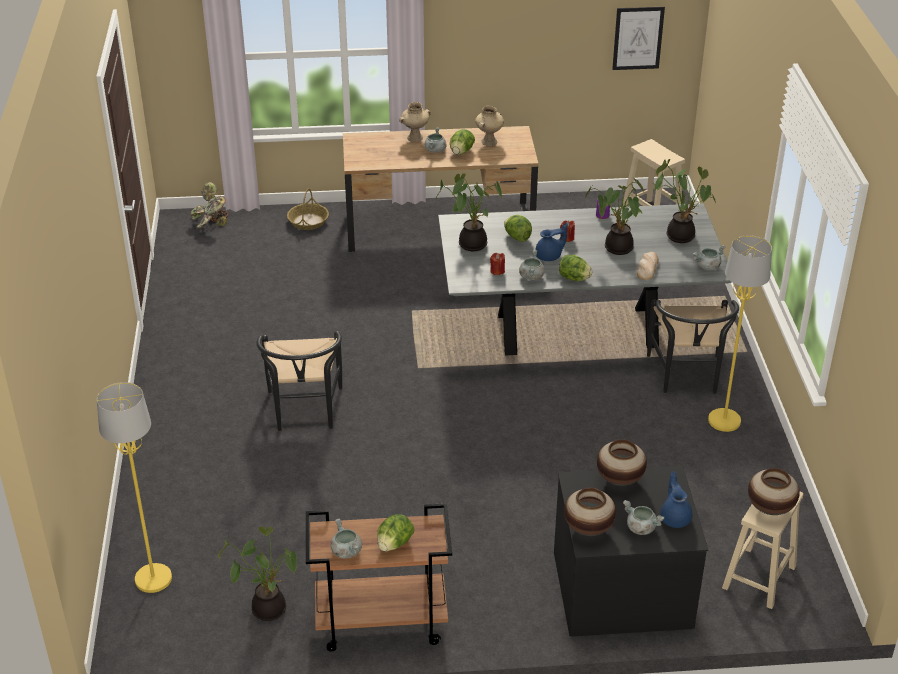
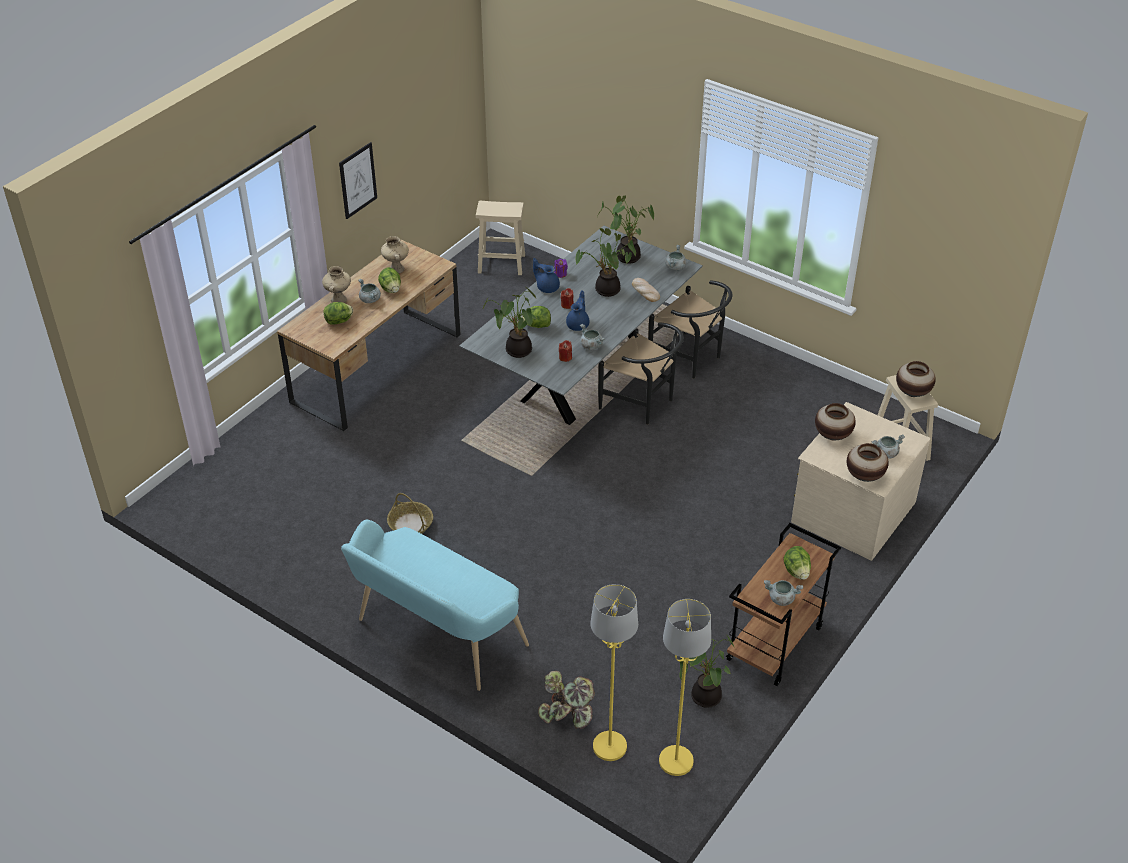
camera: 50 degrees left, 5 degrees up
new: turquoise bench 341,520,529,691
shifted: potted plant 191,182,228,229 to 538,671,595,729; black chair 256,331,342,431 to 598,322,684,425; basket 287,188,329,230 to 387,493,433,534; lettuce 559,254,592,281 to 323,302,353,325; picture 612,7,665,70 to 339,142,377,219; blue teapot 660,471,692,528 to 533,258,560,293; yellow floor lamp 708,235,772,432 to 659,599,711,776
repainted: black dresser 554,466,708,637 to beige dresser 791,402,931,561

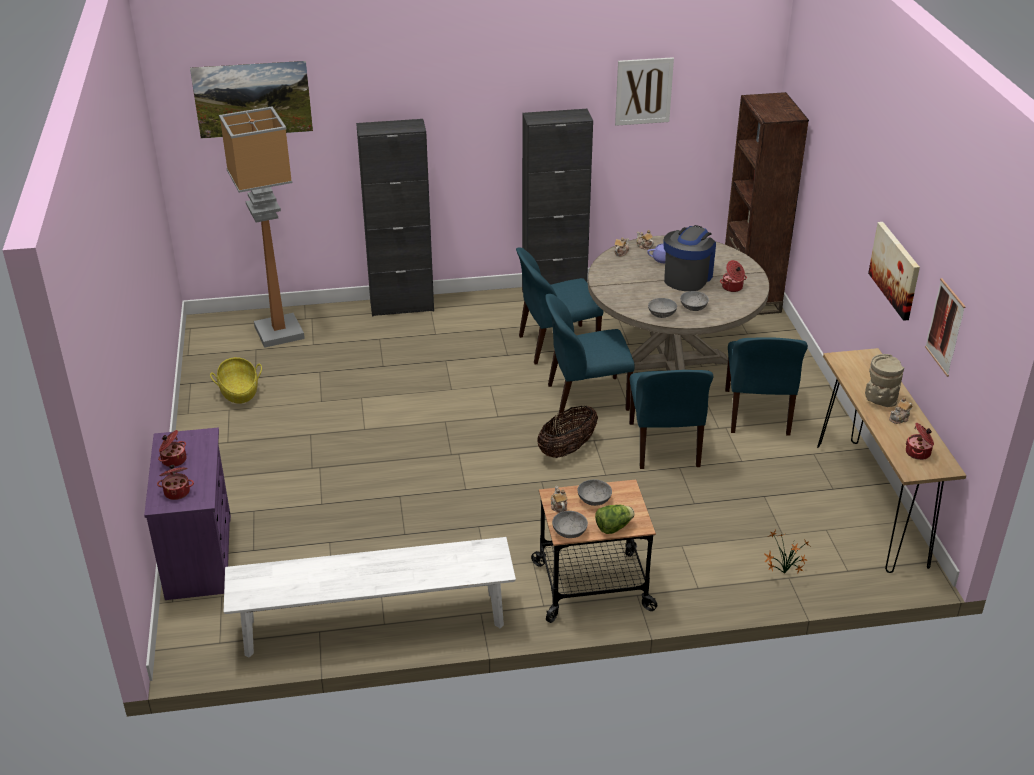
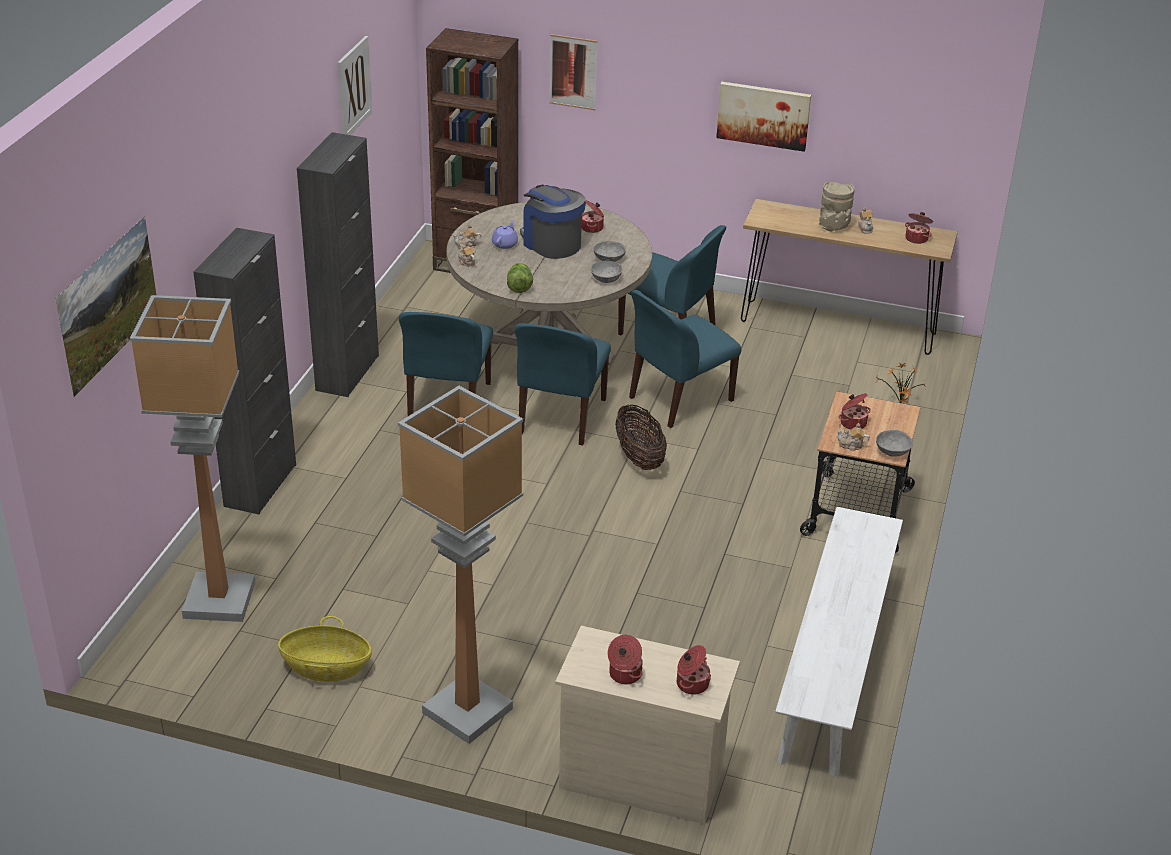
camera: 65 degrees left, 0 degrees up
new: floor lamp 398,386,523,744
shifted: lettuce 595,505,635,534 to 507,263,533,293; picture 925,278,966,377 to 550,34,597,110
swapped: grey bowl 577,479,612,506 to cooking pot 839,393,871,430
repainted: purple dresser 144,428,231,600 to beige dresser 555,626,740,824
rotated: blue chair 629,370,713,469 = 629,290,741,428 120 degrees clockwise

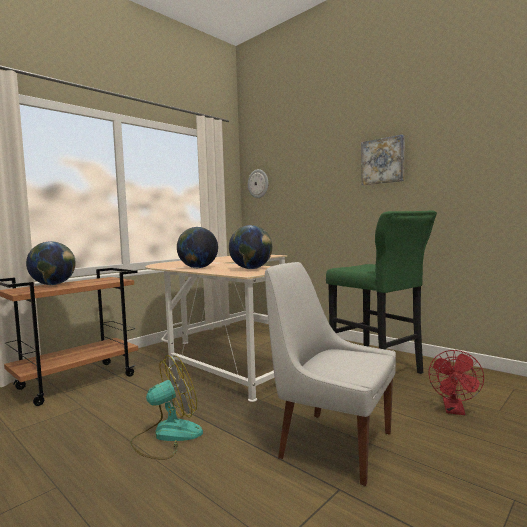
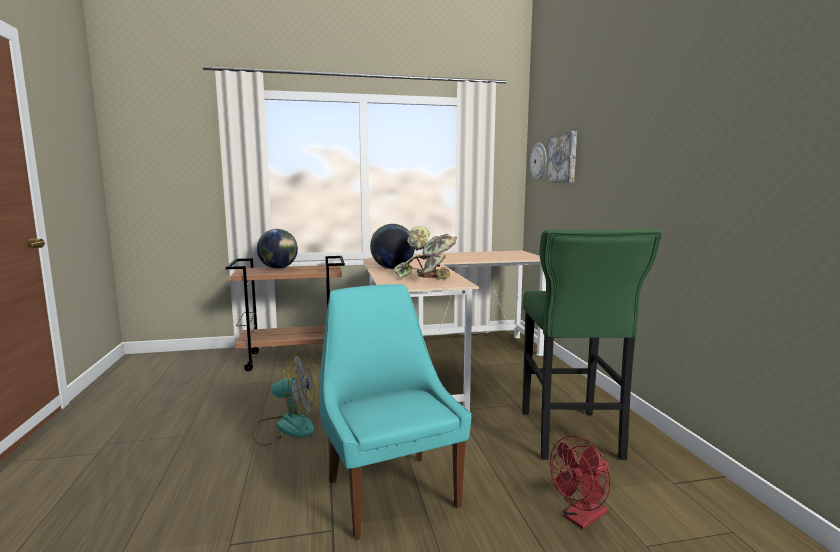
camera: 35 degrees right, 5 degrees up
shifted: picture 361,135,404,185 to 546,131,577,183
swapped: globe 229,225,272,269 to potted plant 394,226,457,279
repainted: white chair 265,262,396,486 to turquoise chair 319,284,471,539

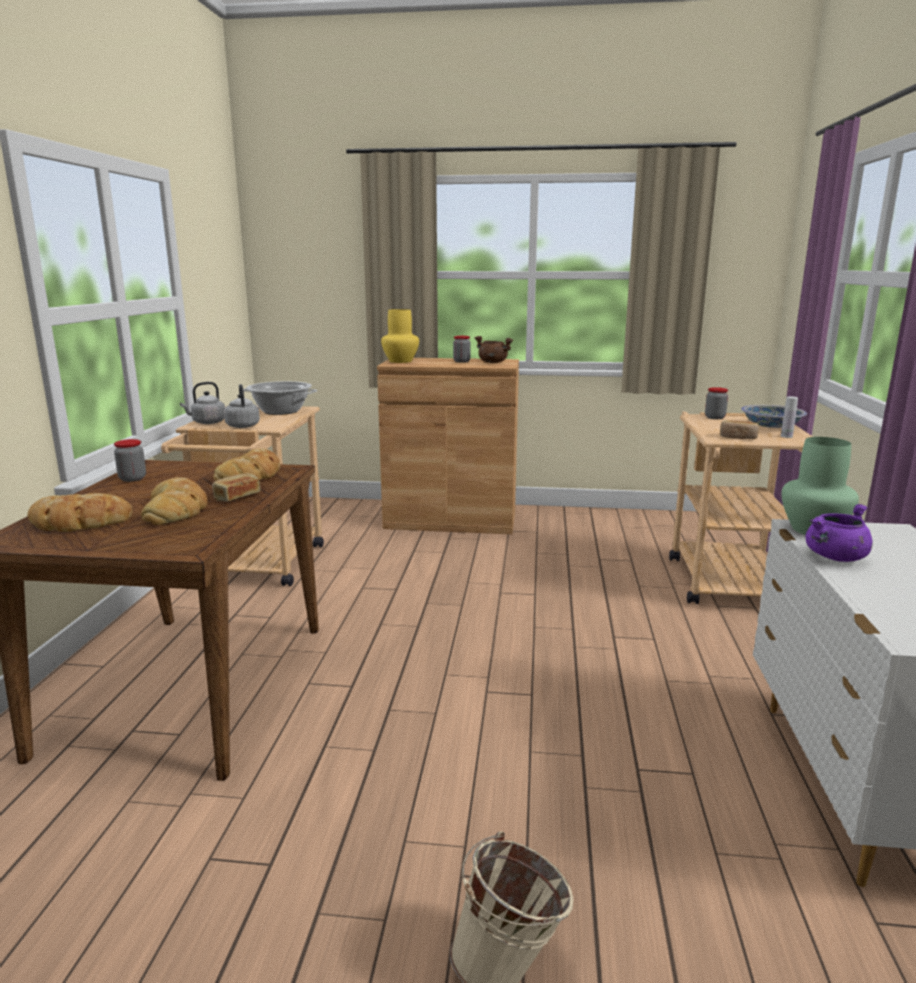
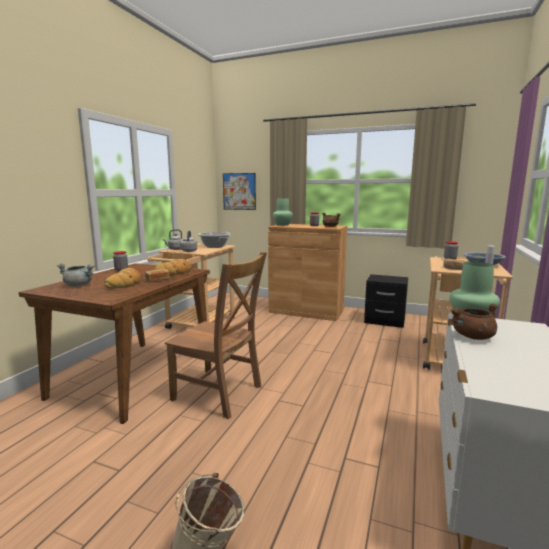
camera: 15 degrees right, 5 degrees down
new: brown chair 165,252,267,419; picture 223,173,256,210; black nightstand 364,274,408,328
swapped: bread 28,493,133,532 to grey cooking pot 57,263,95,287
repainted: yellow vase 381,309,419,363 to green vase 273,198,293,226; purple cooking pot 806,504,873,562 to brown cooking pot 451,303,499,340

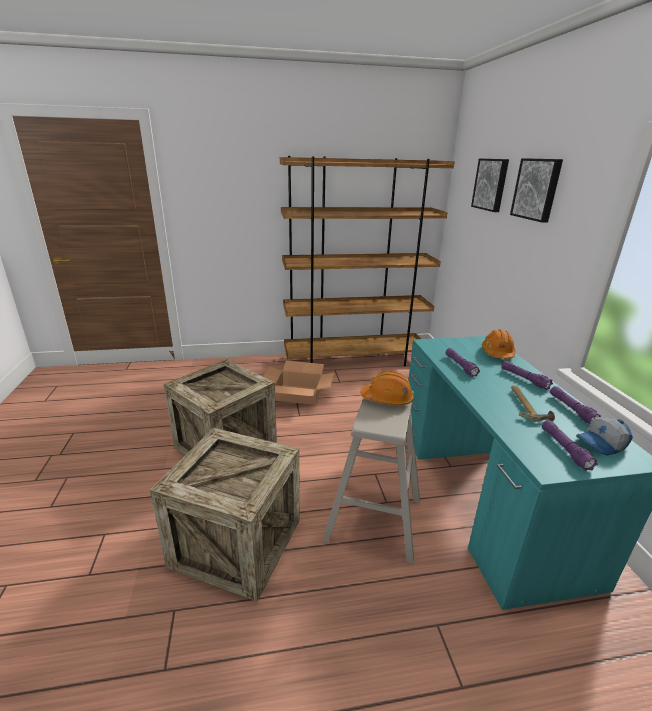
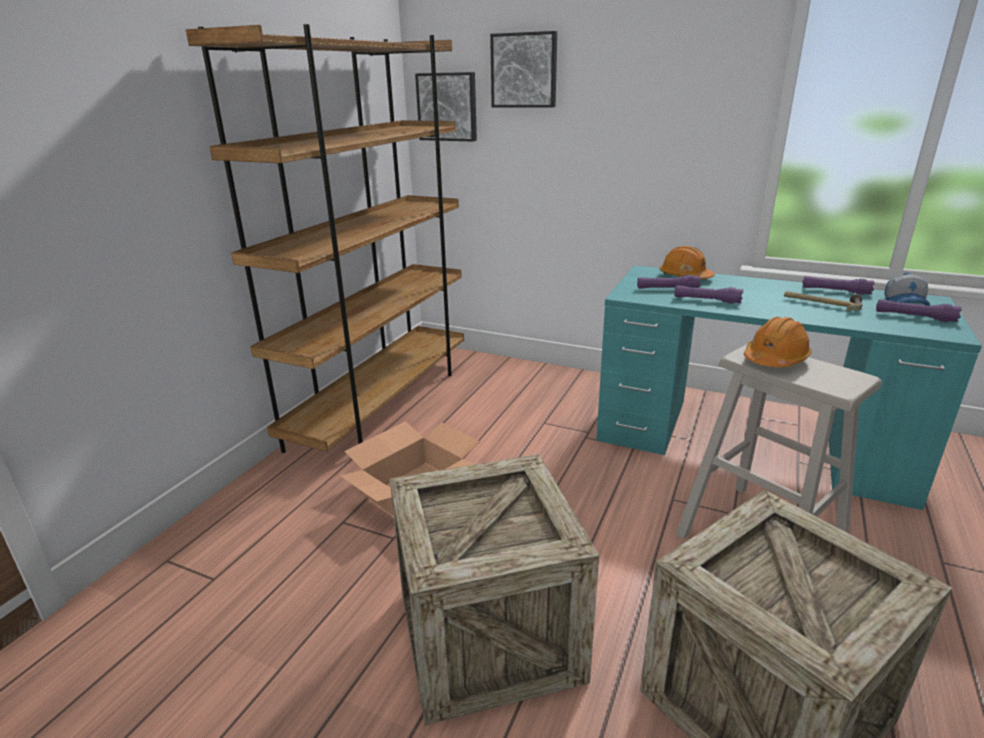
camera: 55 degrees left, 0 degrees up
shifted: purple flashlight 502,361,553,390 to 637,275,701,289; picture 510,158,563,223 to 415,72,477,142

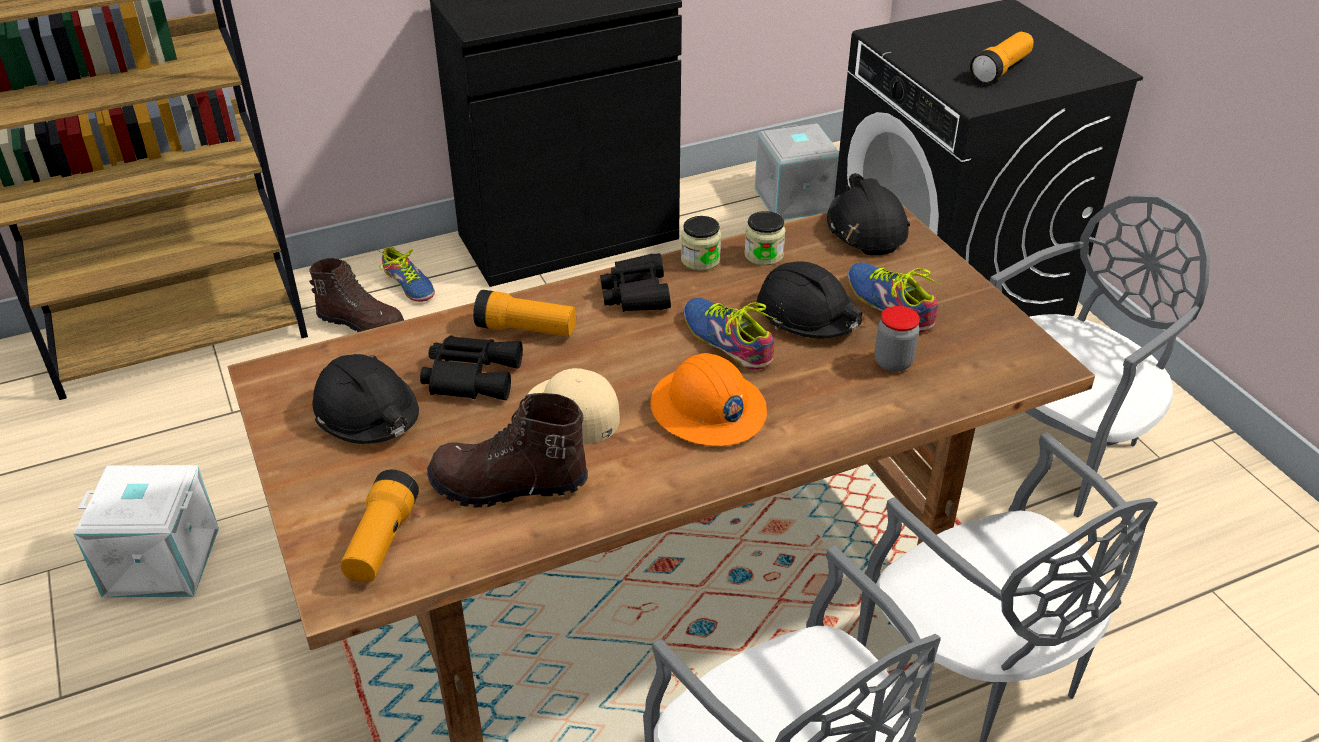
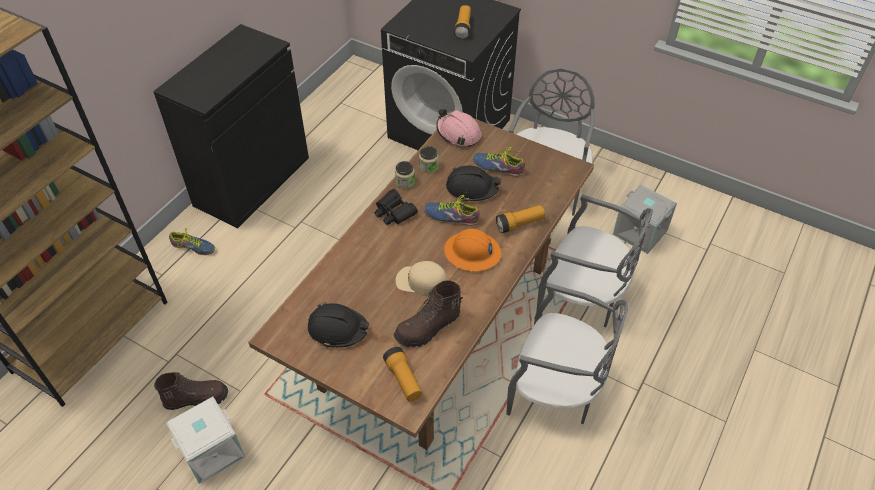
camera: 35 degrees left, 10 degrees up
gone: black binoculars 420,335,523,400; jar 874,306,920,372
shifted: brown boot 309,258,404,332 to 154,372,228,410; flashlight 473,290,576,337 to 496,205,545,233; grey storage box 755,124,839,220 to 613,185,677,254
repainted: black hard hat 827,173,910,255 to pink hard hat 436,109,481,147

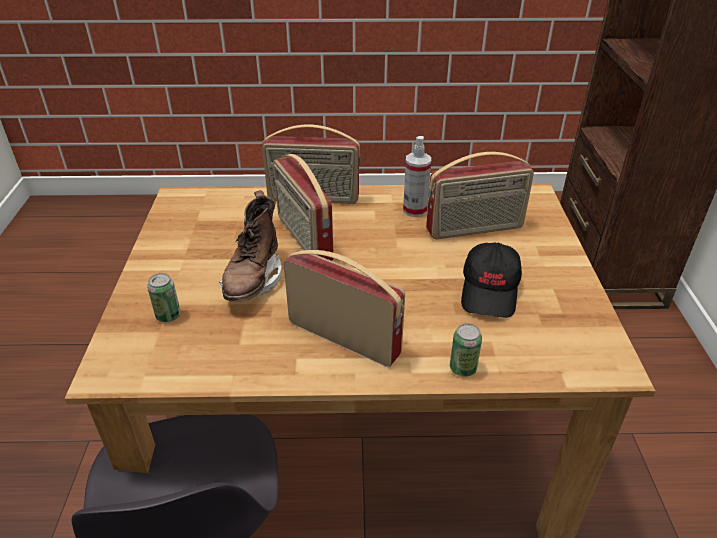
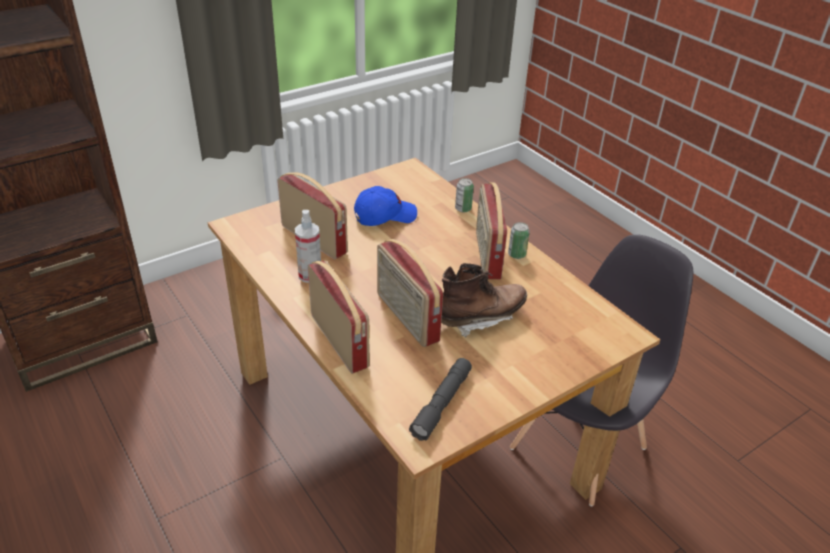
camera: 125 degrees left, 0 degrees up
new: grey flashlight 409,358,472,441
shifted: can 147,273,181,322 to 508,222,530,259
repainted: black cap 461,242,522,318 to blue cap 354,186,417,226
rotated: radio 273,154,334,261 = 377,239,443,347 120 degrees clockwise

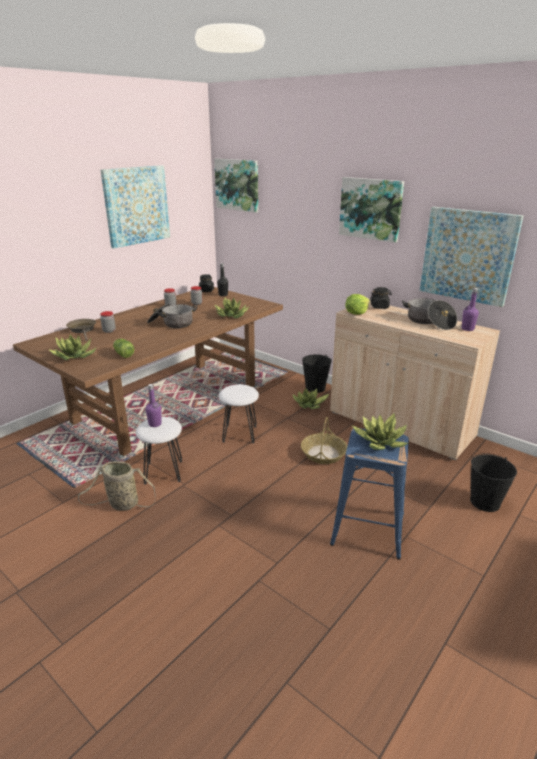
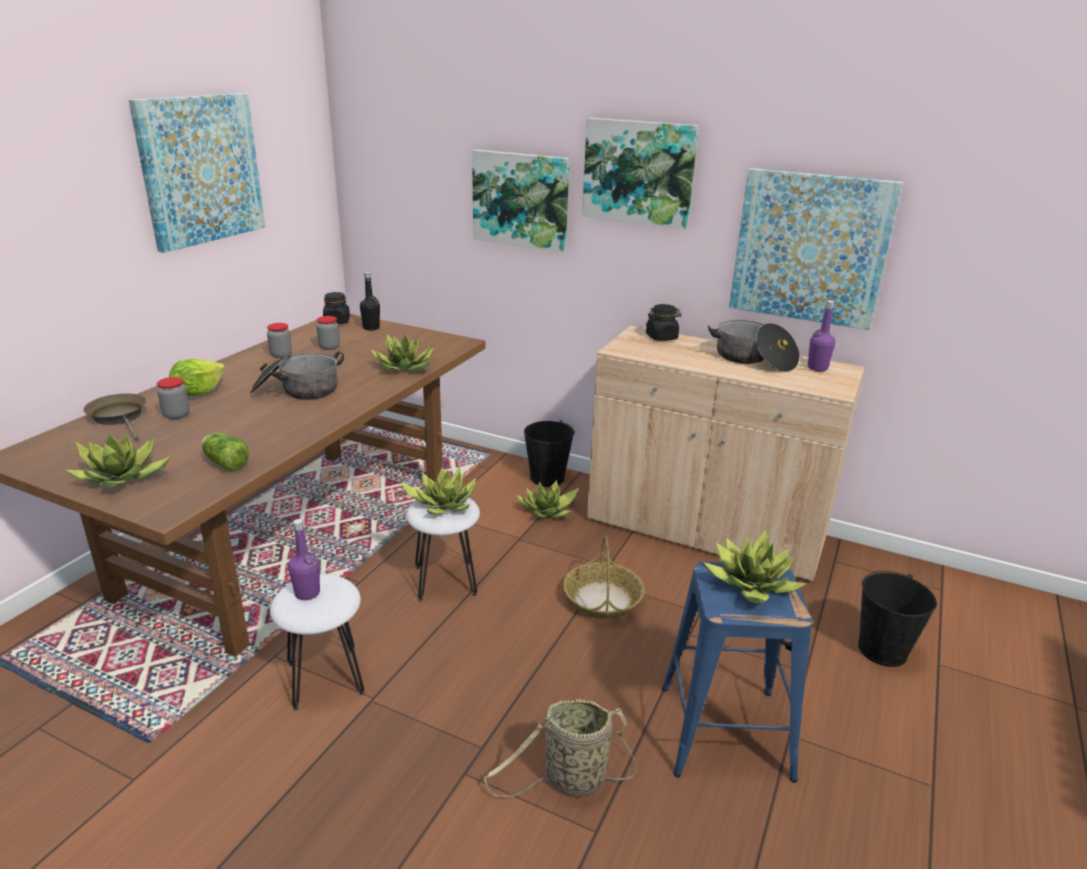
camera: 15 degrees left, 0 degrees up
new: potted plant 400,468,476,515
shifted: basket 78,461,156,511 to 483,699,637,797; picture 214,159,258,213 to 472,150,570,252; lettuce 345,294,370,315 to 169,358,225,396

